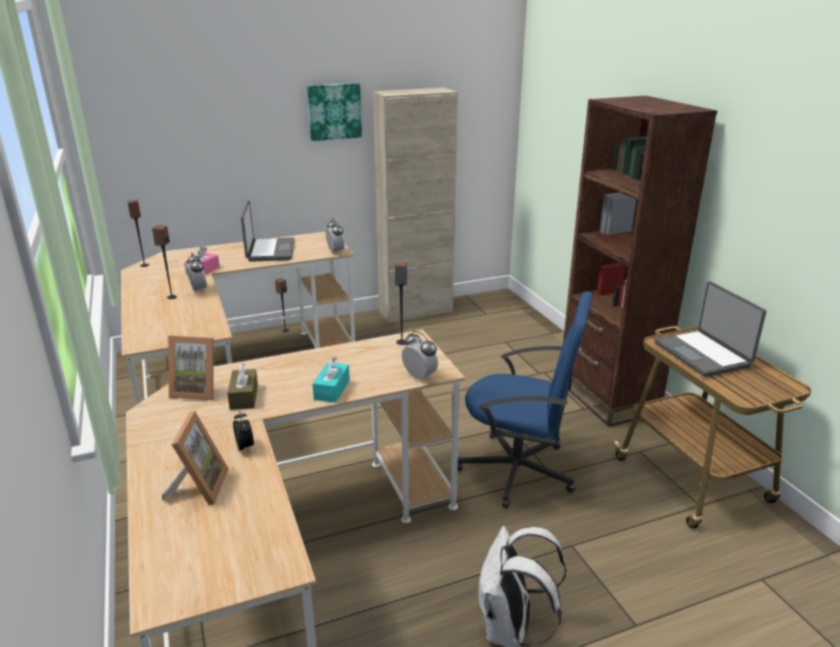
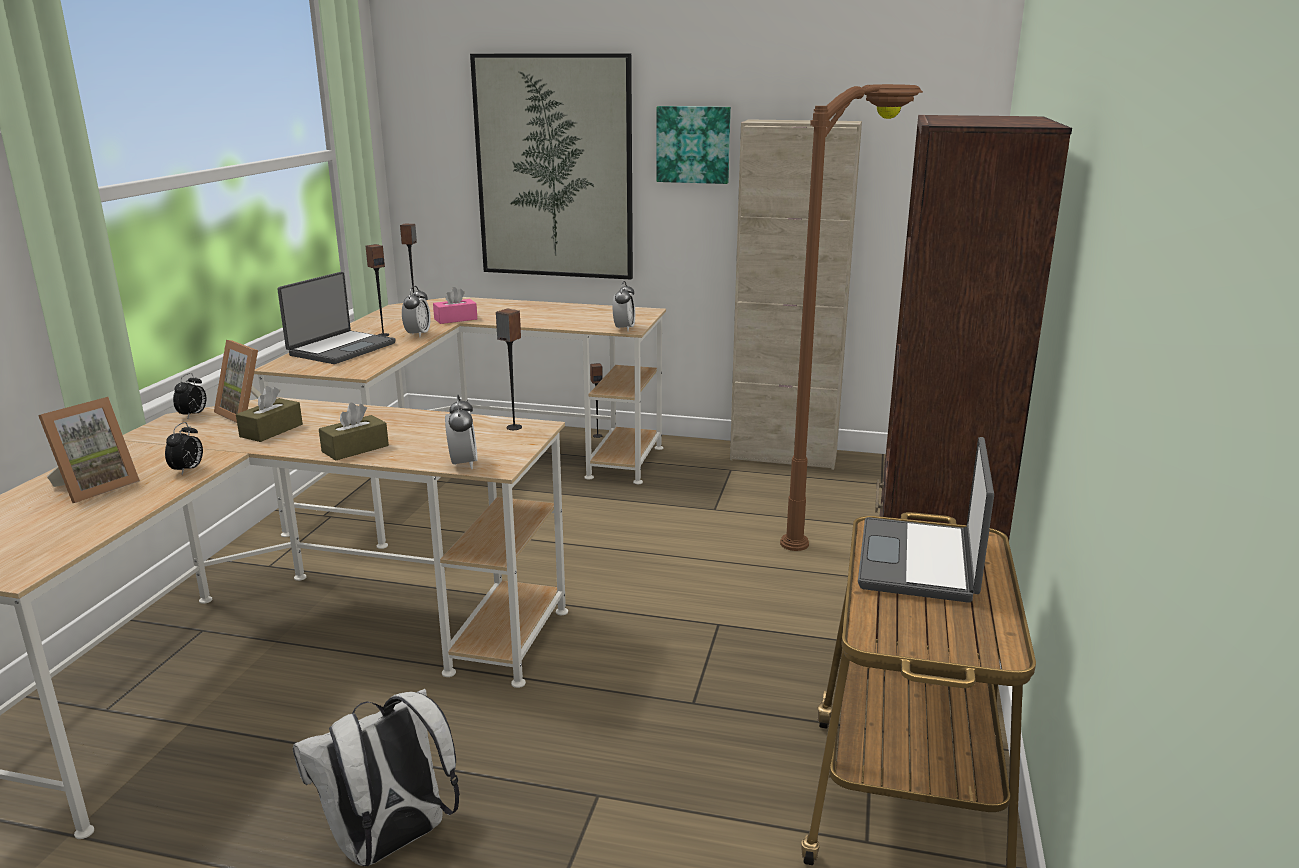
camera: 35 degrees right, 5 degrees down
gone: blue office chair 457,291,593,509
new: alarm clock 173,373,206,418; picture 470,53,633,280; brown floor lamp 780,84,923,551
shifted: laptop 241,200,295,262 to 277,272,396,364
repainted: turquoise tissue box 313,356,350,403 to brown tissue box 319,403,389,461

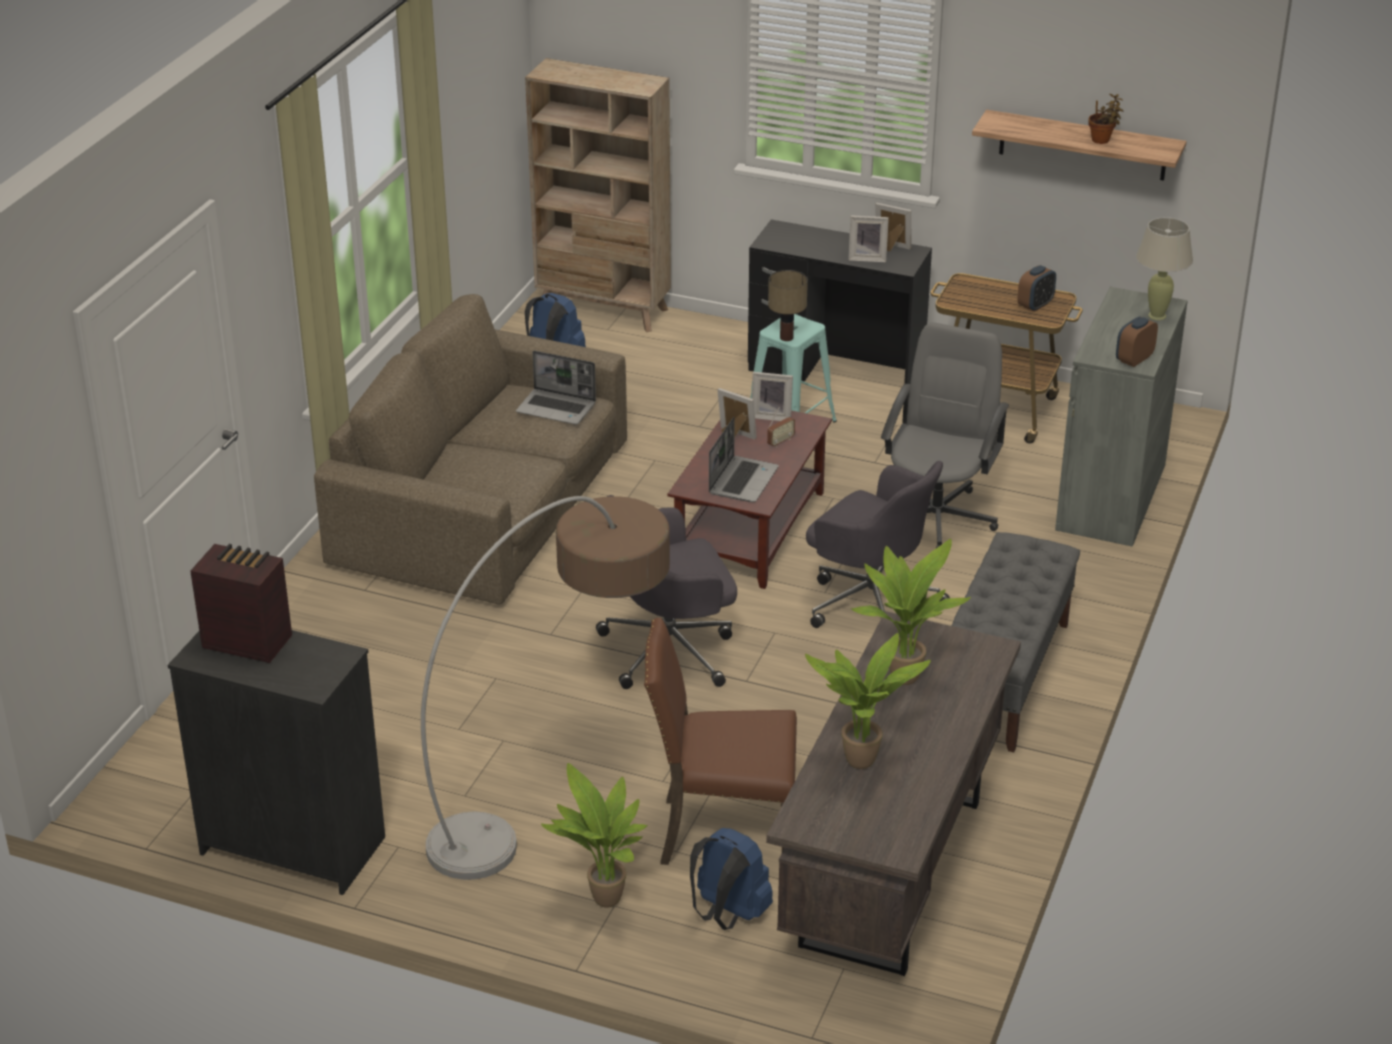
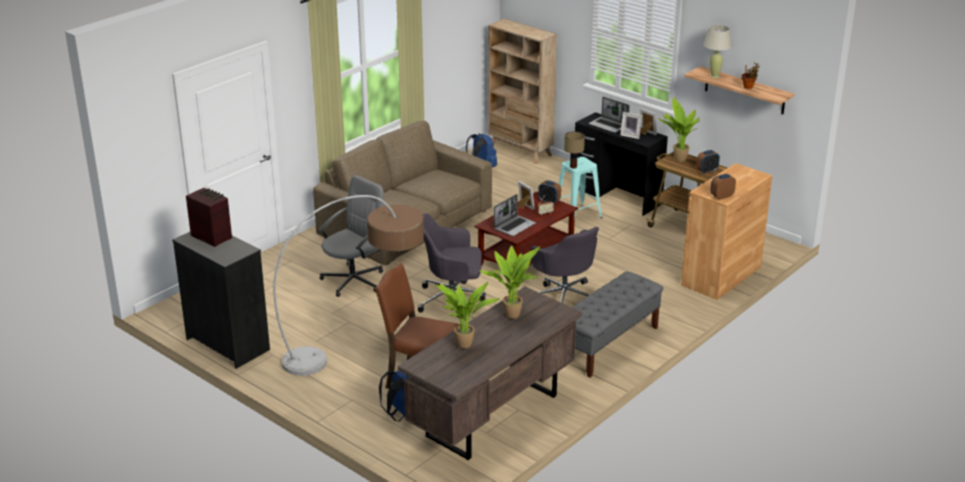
camera: 20 degrees right, 5 degrees down
shifted: laptop 516,351,596,425 to 588,97,629,133; potted plant 541,763,648,908 to 658,97,700,162; grey office chair 881,322,1009,548 to 318,175,384,297; beige table lamp 1136,217,1193,321 to 703,25,732,78
swapped: picture frame 752,372,793,421 to alarm clock 538,180,561,203
repainted: grey cabinet 1055,287,1188,547 to brown cabinet 681,163,772,300

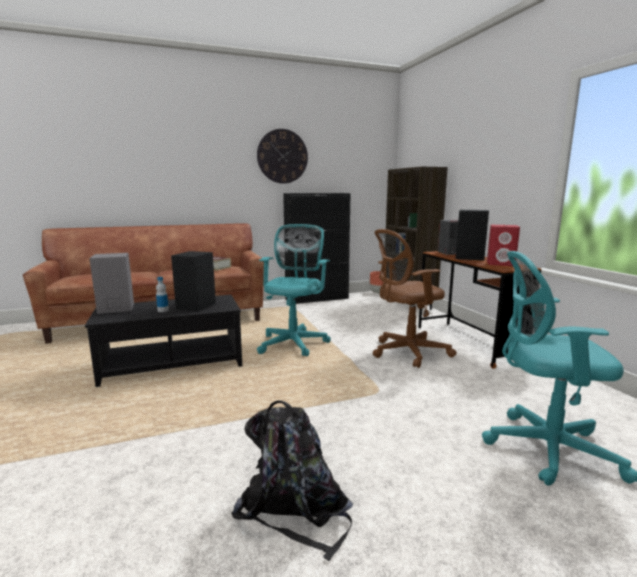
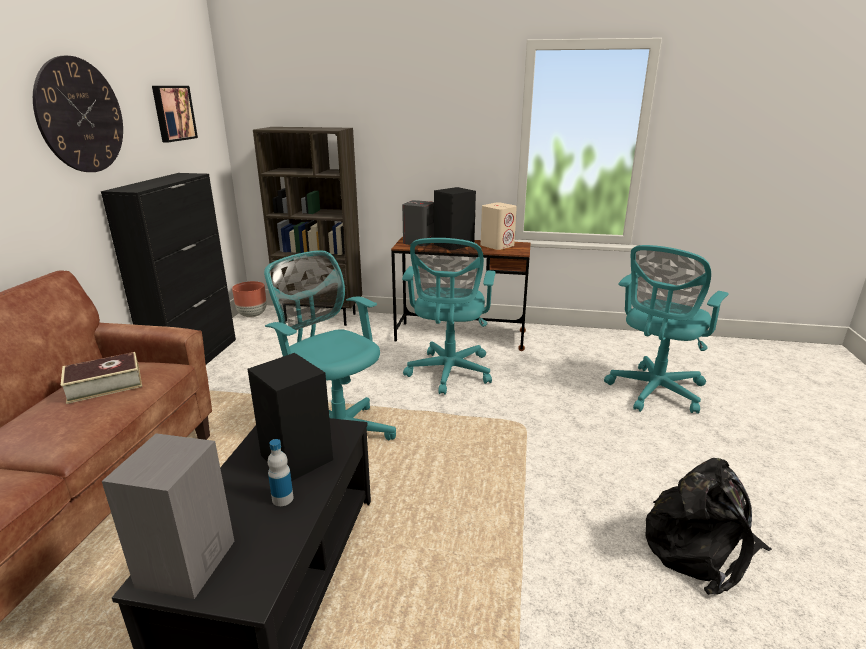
camera: 60 degrees left, 10 degrees up
new: picture 152,86,198,142
repainted: brown office chair 373,229,457,368 to turquoise office chair 402,238,496,395; red speaker 487,225,520,266 to beige speaker 481,202,517,250

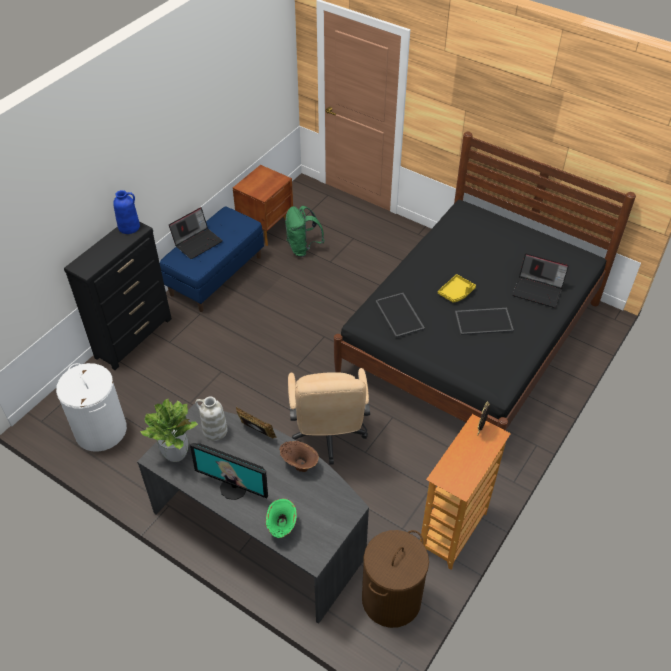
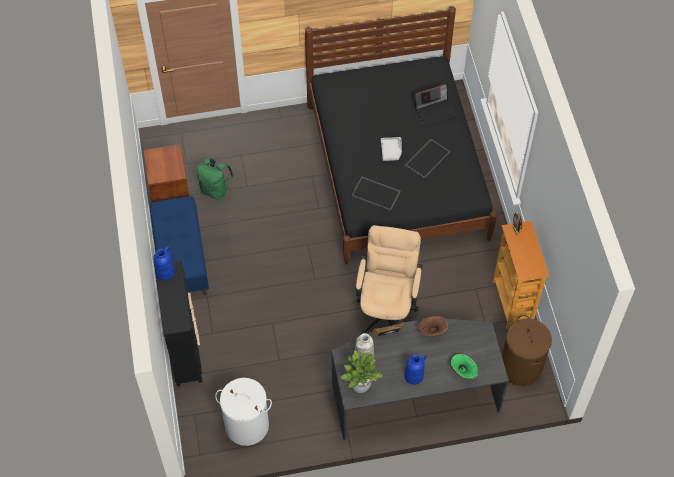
camera: 45 degrees left, 10 degrees up
gone: laptop 169,207,223,259
swapped: monitor 190,443,268,500 to blue vase 404,355,427,385
repainted: yellow tray 438,274,476,303 to grey tray 381,137,402,161
rotated: beige office chair 288,368,370,465 = 356,225,423,334 120 degrees counterclockwise

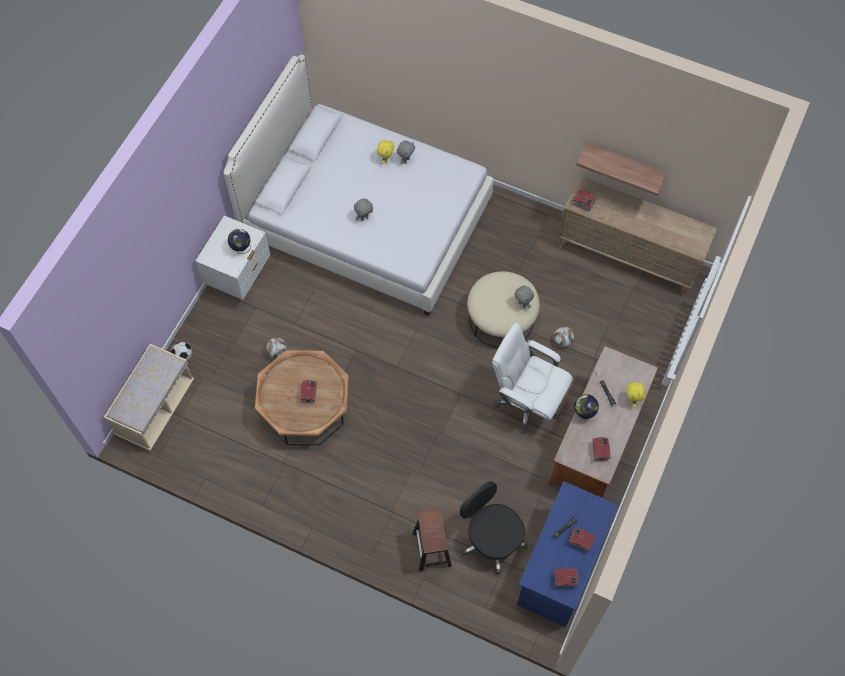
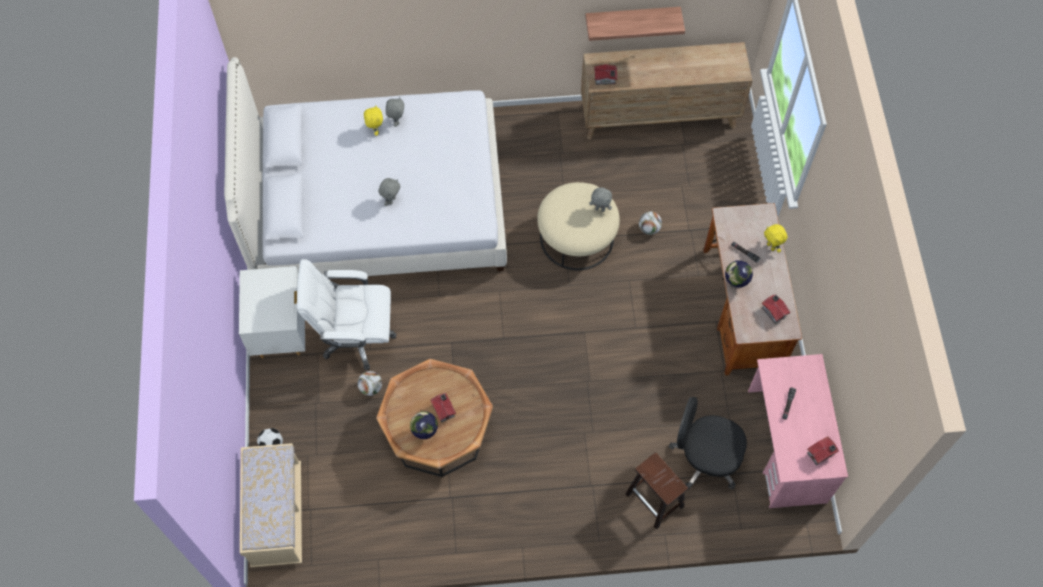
camera: 30 degrees left, 0 degrees up
gone: toy house 569,527,595,552
shifted: globe 228,229,251,254 to 410,411,438,439; white office chair 492,323,573,433 to 297,259,396,370
repainted: blue desk 517,481,618,627 to pink desk 748,354,848,508

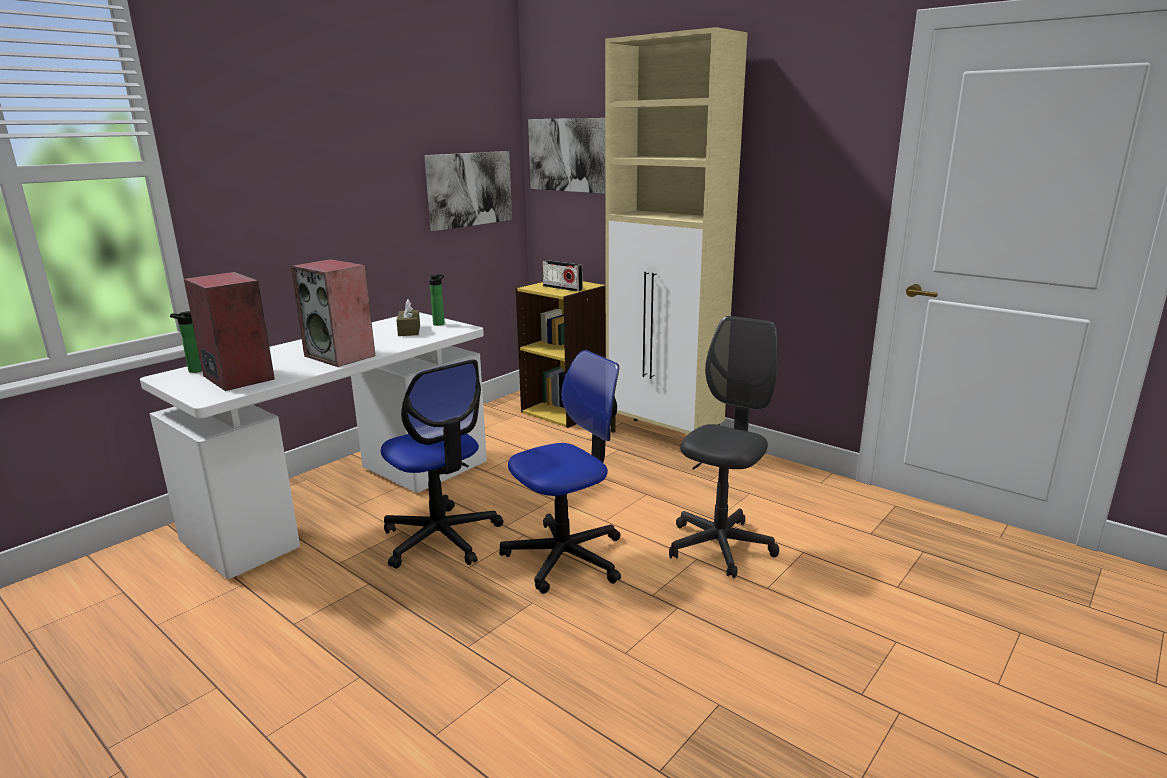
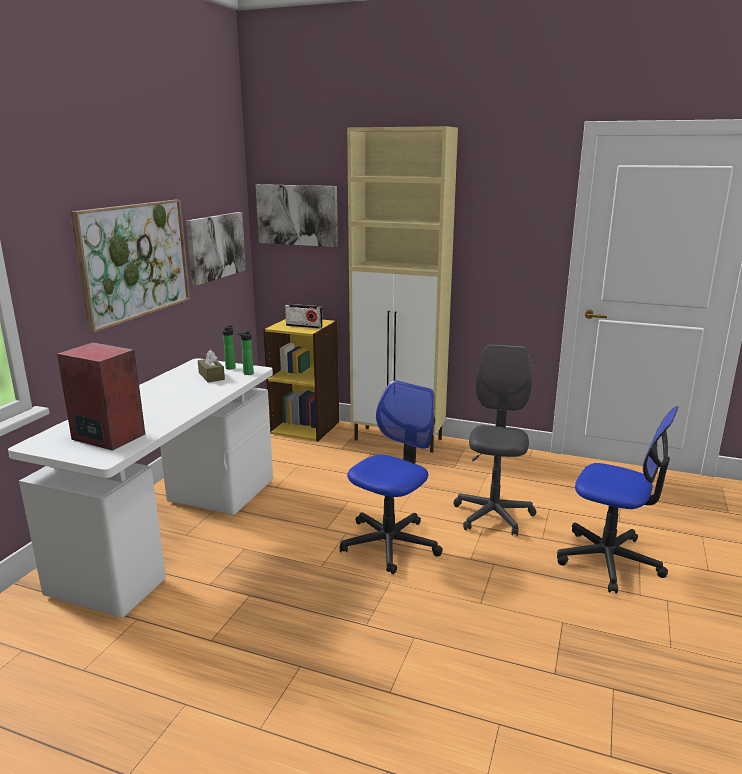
camera: 20 degrees left, 0 degrees up
gone: speaker 291,259,376,367
new: picture 70,200,190,332
shifted: bottle 170,311,202,373 to 236,331,254,375; office chair 381,359,503,569 to 557,406,679,593

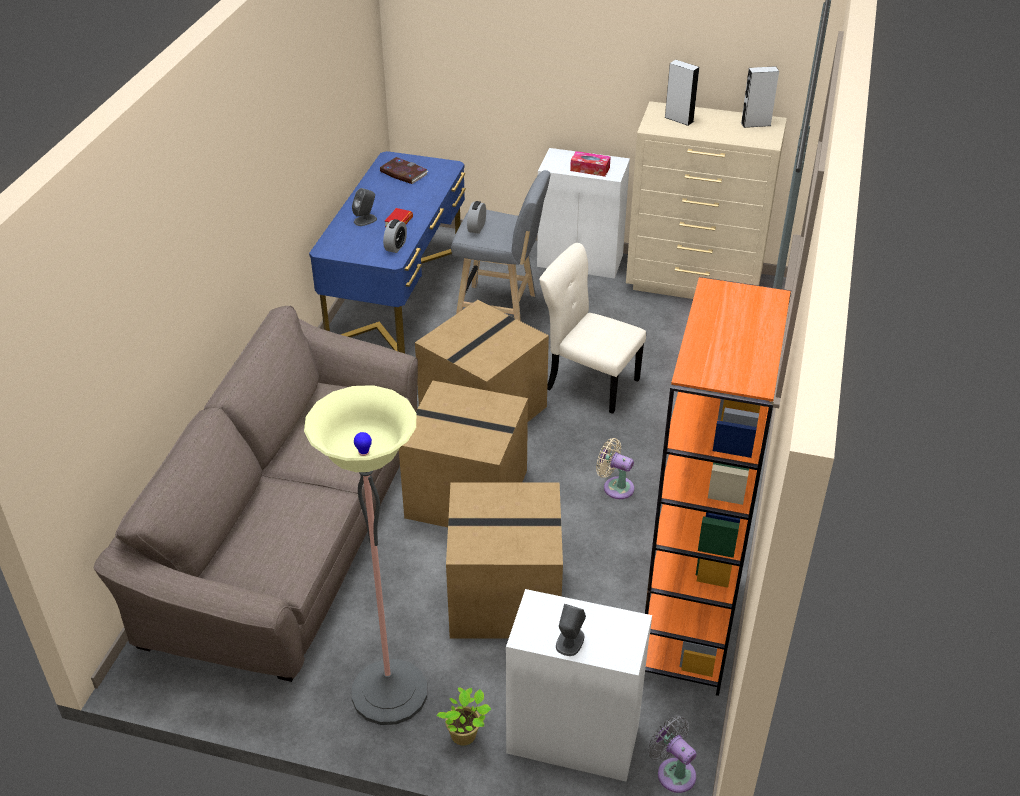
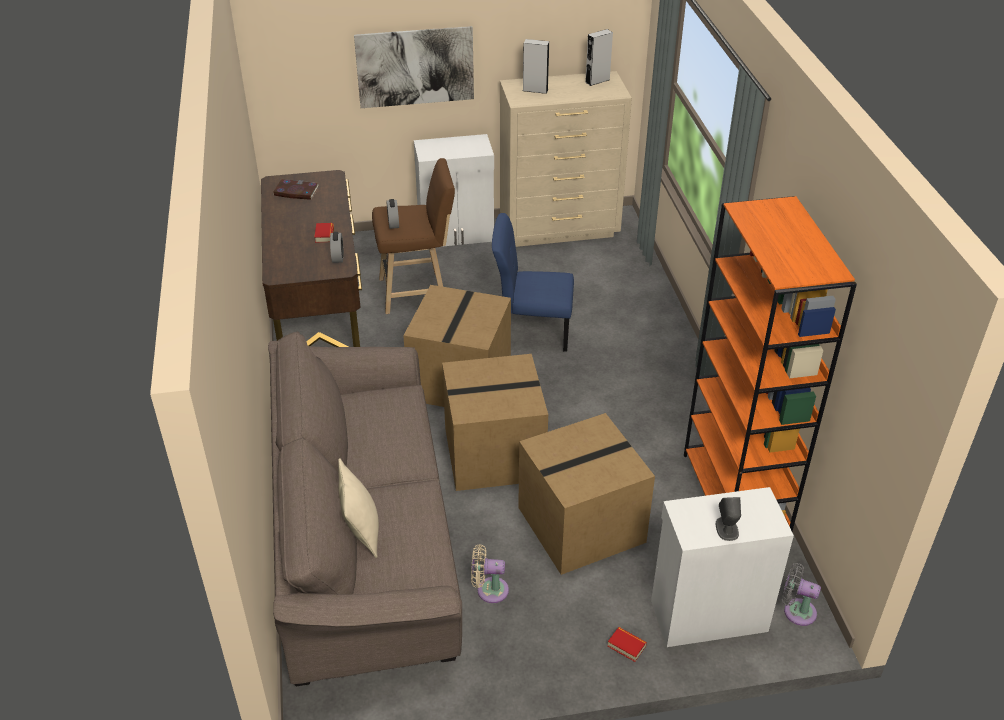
camera: 25 degrees left, 0 degrees up
gone: floor lamp 304,385,427,725; grey speaker 352,188,377,226; tissue box 570,151,611,177
new: beige pillow 338,458,379,558; picture 354,26,474,108
shifted: beige fan 596,438,634,499 to 471,544,509,603
swapped: potted plant 436,687,491,746 to book 607,627,647,662
repainted: blue desk 309,151,466,353 to brown desk 261,170,362,347; grey stool 451,170,550,321 to brown stool 372,158,455,314; beige chair 539,243,646,414 to blue chair 492,213,574,352

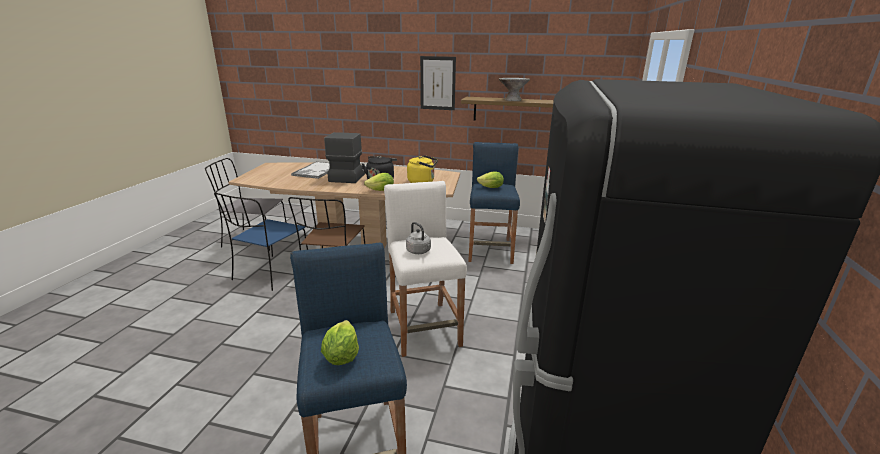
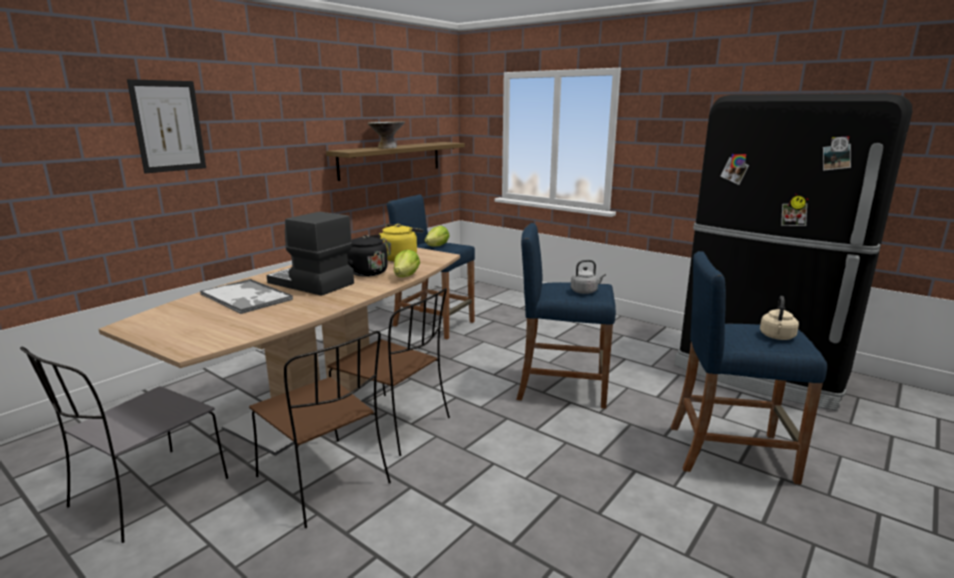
camera: 65 degrees left, 5 degrees down
shifted: picture 420,56,456,110 to 127,79,206,174
swapped: lettuce 321,320,359,365 to beige kettle 760,296,799,340
repainted: blue chair 214,193,308,291 to brown chair 249,331,391,528; white stool 384,181,467,357 to blue stool 516,223,616,409

